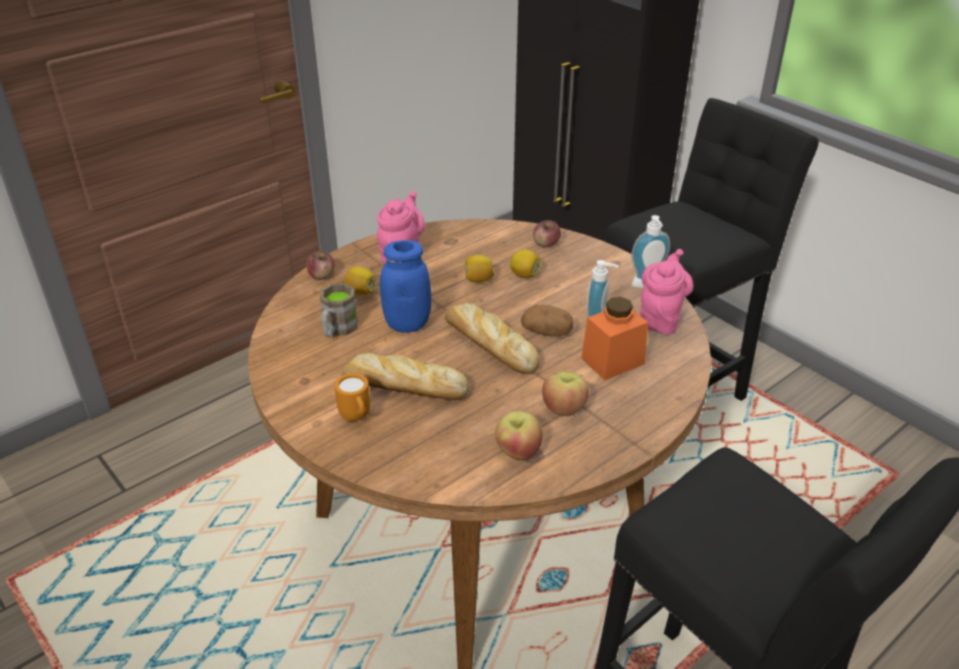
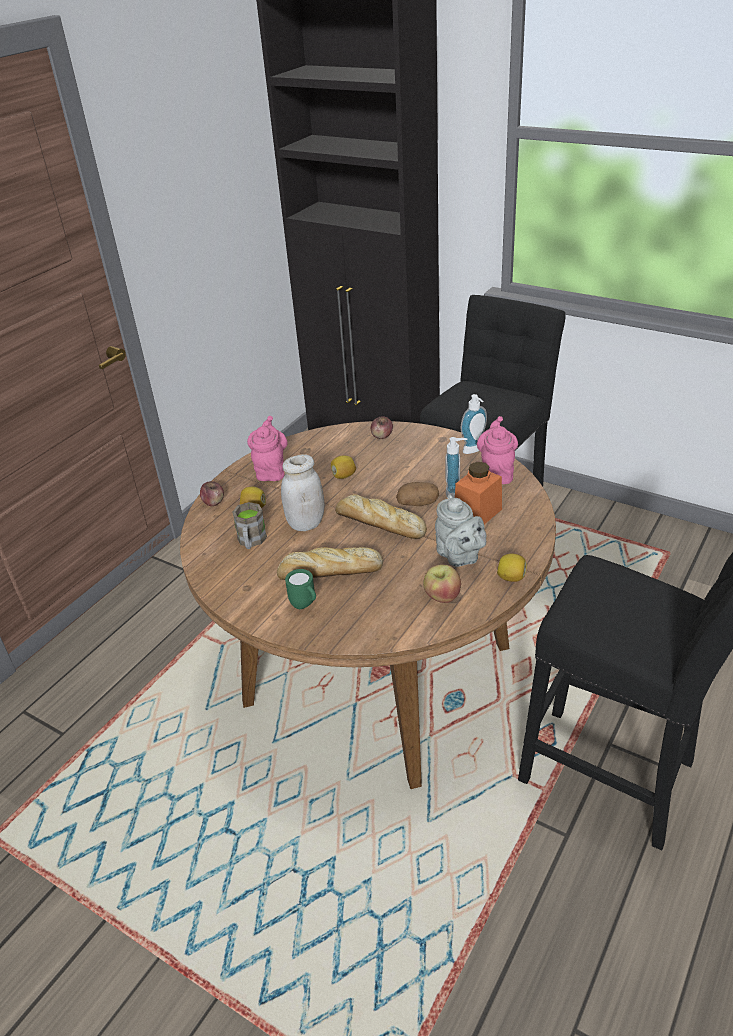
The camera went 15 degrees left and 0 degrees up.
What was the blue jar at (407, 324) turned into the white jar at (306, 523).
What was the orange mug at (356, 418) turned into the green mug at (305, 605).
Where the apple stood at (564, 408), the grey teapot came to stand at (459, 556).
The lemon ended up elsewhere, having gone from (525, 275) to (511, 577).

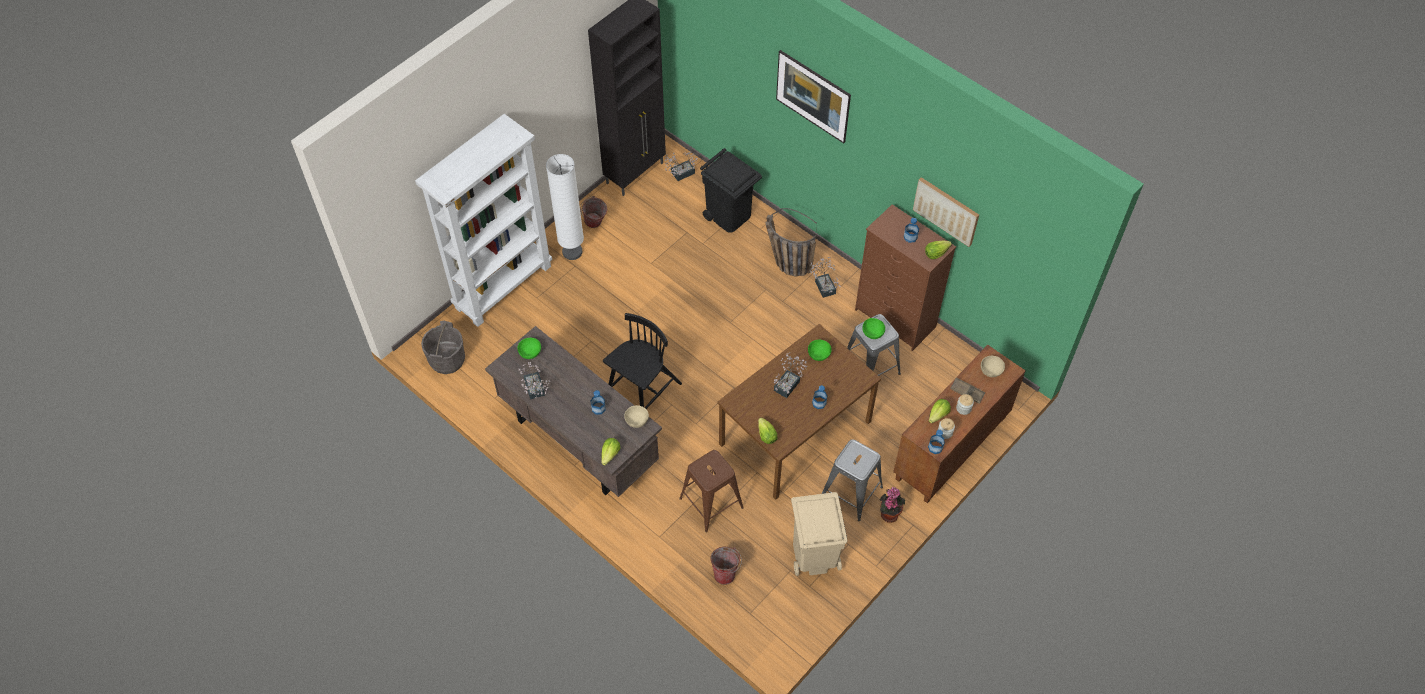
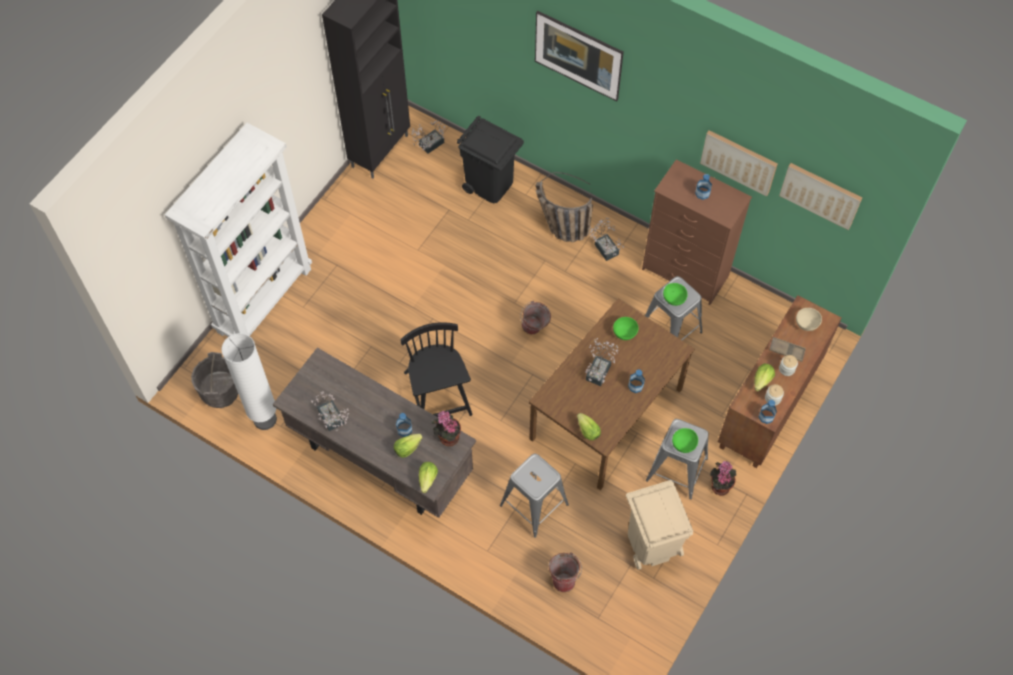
The camera went 10 degrees left and 5 degrees up.
The white floor lamp ended up elsewhere, having gone from (572, 252) to (265, 419).
The lettuce ended up elsewhere, having gone from (936, 253) to (407, 448).
The black chair at (643, 392) ended up facing another way, 45 degrees counterclockwise from before.
Where the beige bowl stood at (636, 421), the potted plant came to stand at (447, 437).
What was the brown stool at (711, 503) turned into the grey stool at (534, 505).
The bucket ended up elsewhere, having gone from (595, 224) to (534, 329).
The green bowl ended up elsewhere, having gone from (531, 353) to (684, 444).
The second view gained the picture at (820, 195).

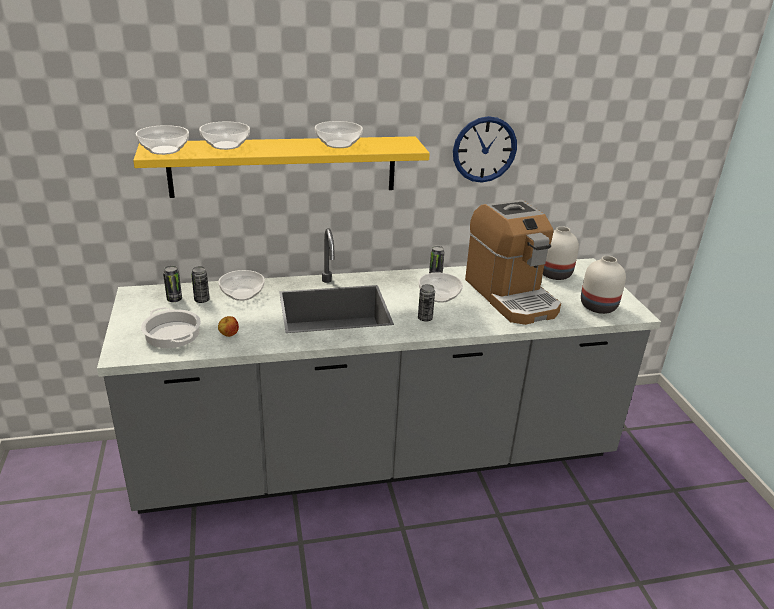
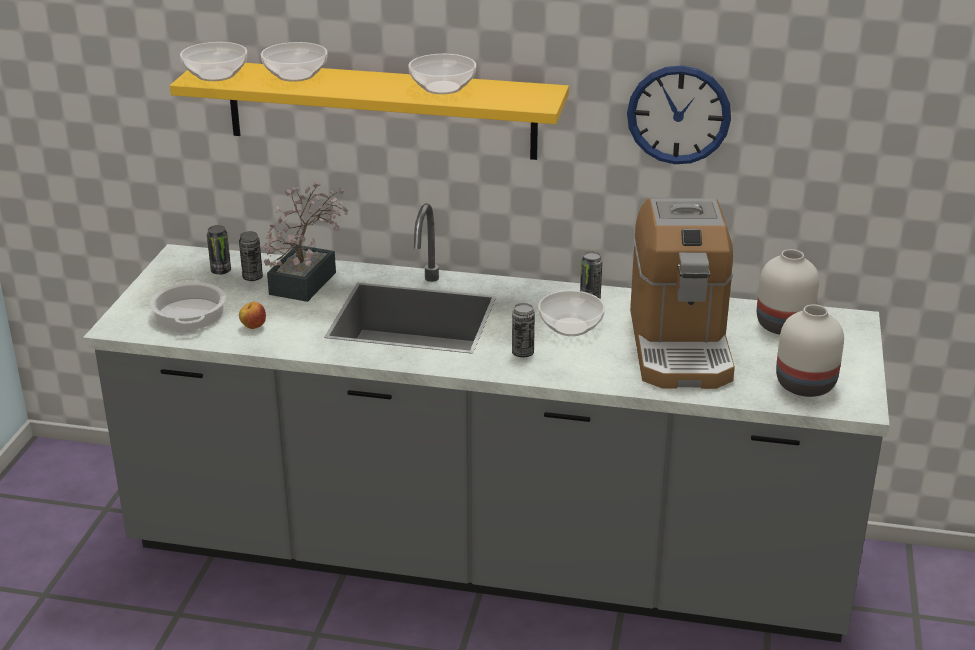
The camera went 25 degrees right and 0 degrees up.
Where the bowl stood at (243, 295), the potted plant came to stand at (308, 279).

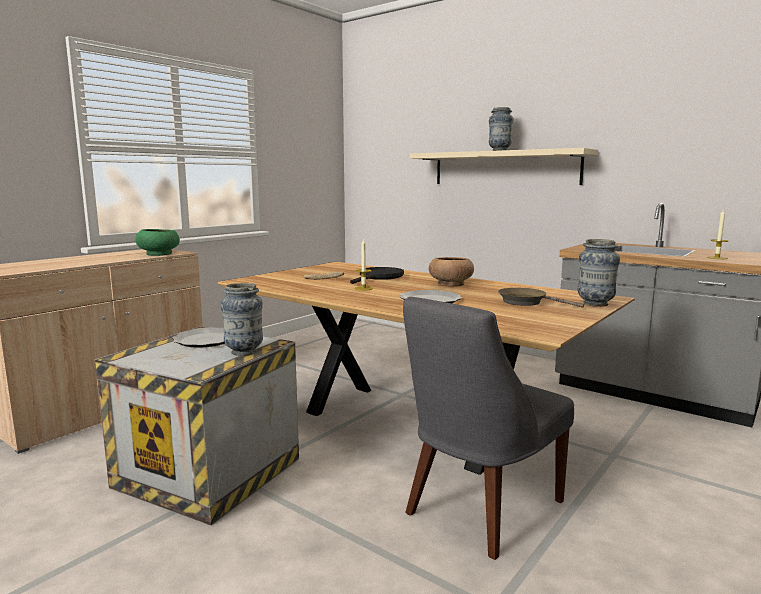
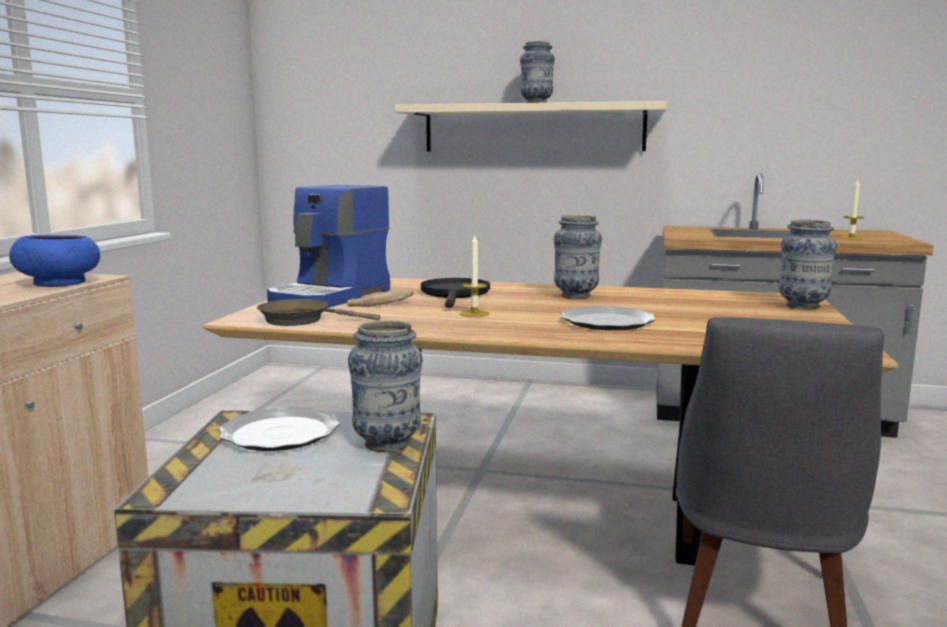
The camera went 25 degrees left and 0 degrees up.
What was the green bowl at (159, 254) turned into the blue bowl at (59, 283).
The brown frying pan ended up elsewhere, having gone from (526, 302) to (300, 320).
The second view gained the coffee machine at (331, 297).
Where the brown bowl stood at (450, 284), the vase came to stand at (576, 296).

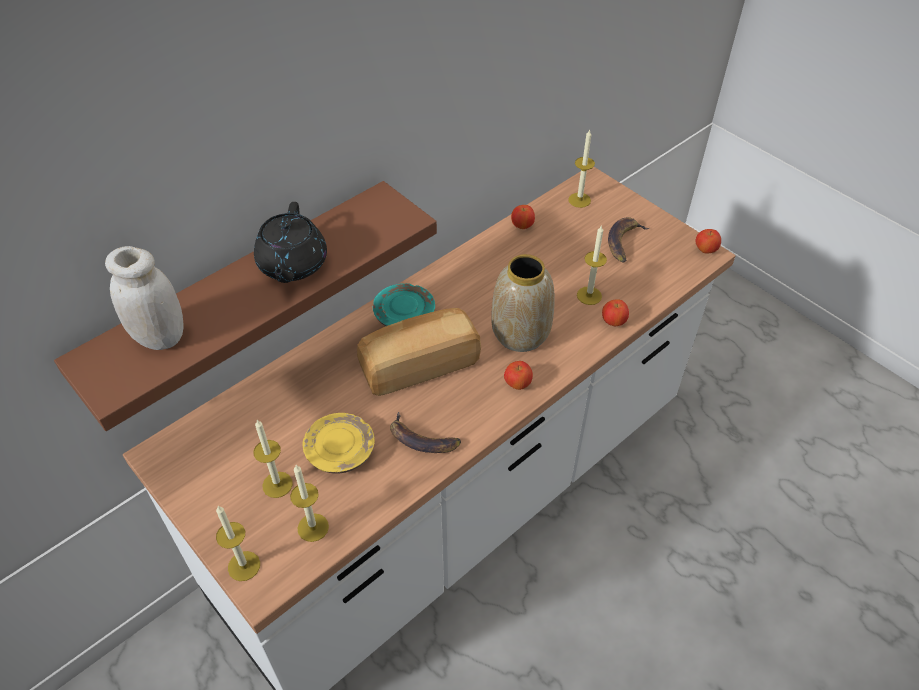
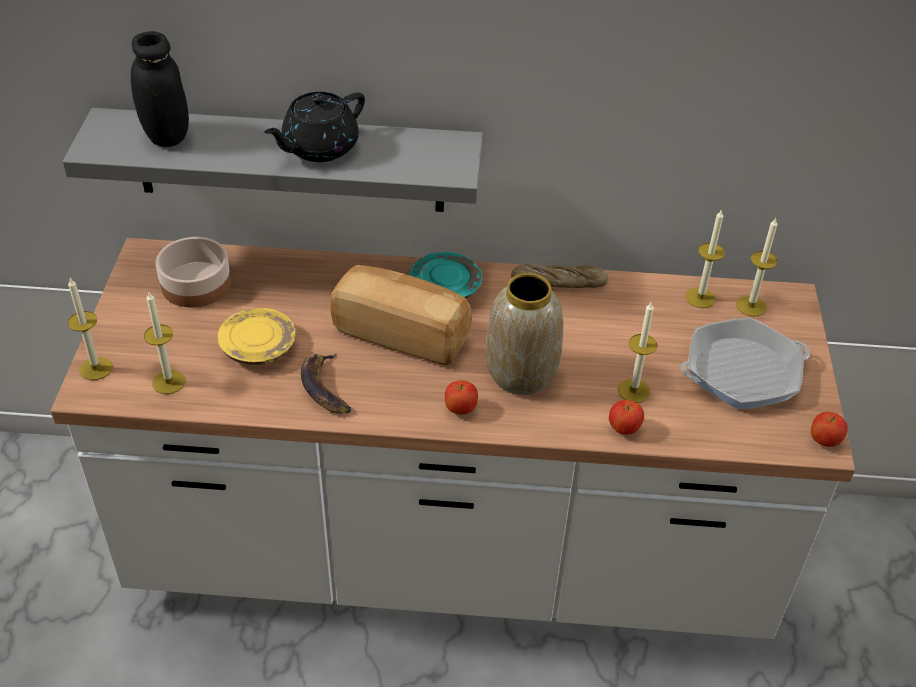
The camera went 45 degrees right and 5 degrees down.
What was the brown shelf at (243, 294) turned into the grey shelf at (290, 160).
What was the white jar at (160, 337) turned into the black jar at (166, 136).
The second view gained the bowl at (196, 285).
The second view gained the bread at (558, 283).
Where the banana stood at (624, 242), the frying pan came to stand at (742, 372).
The candle ended up elsewhere, having gone from (277, 484) to (700, 298).
The second view lost the apple at (522, 226).

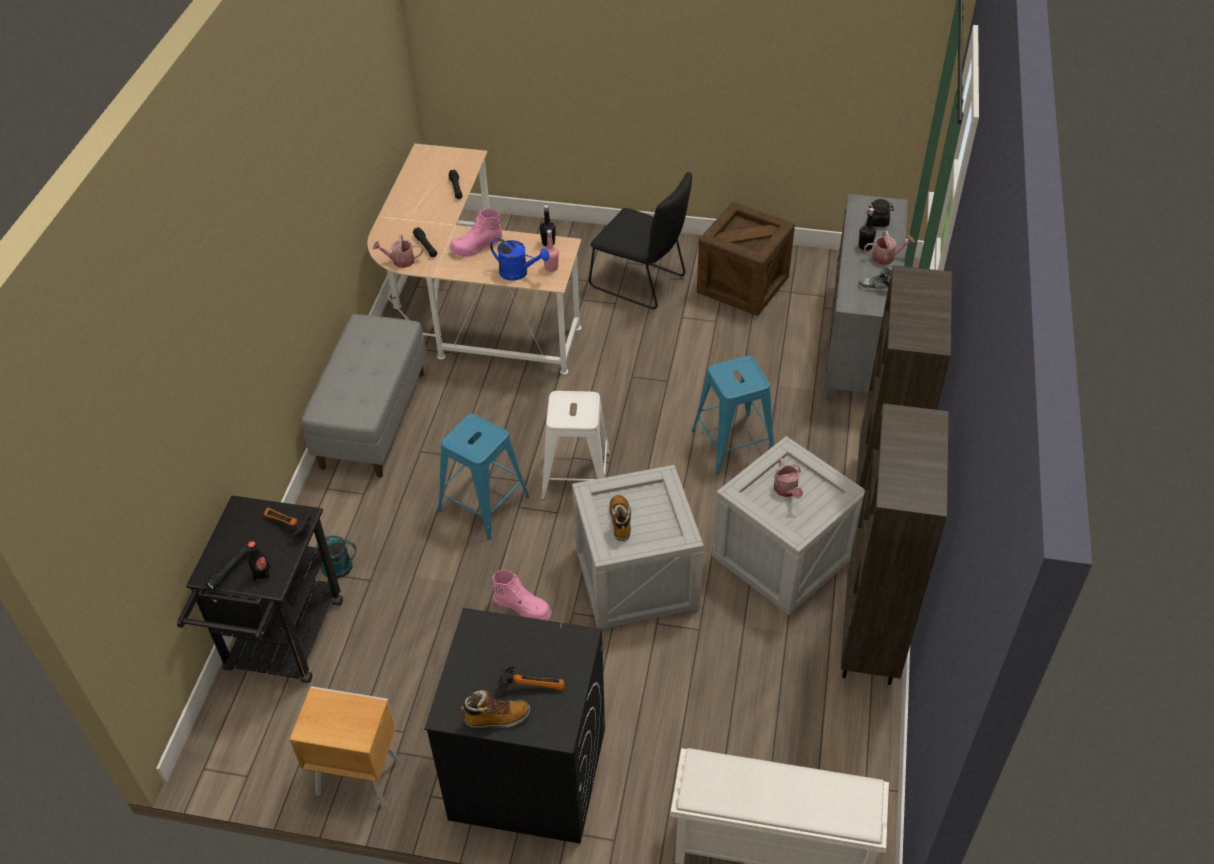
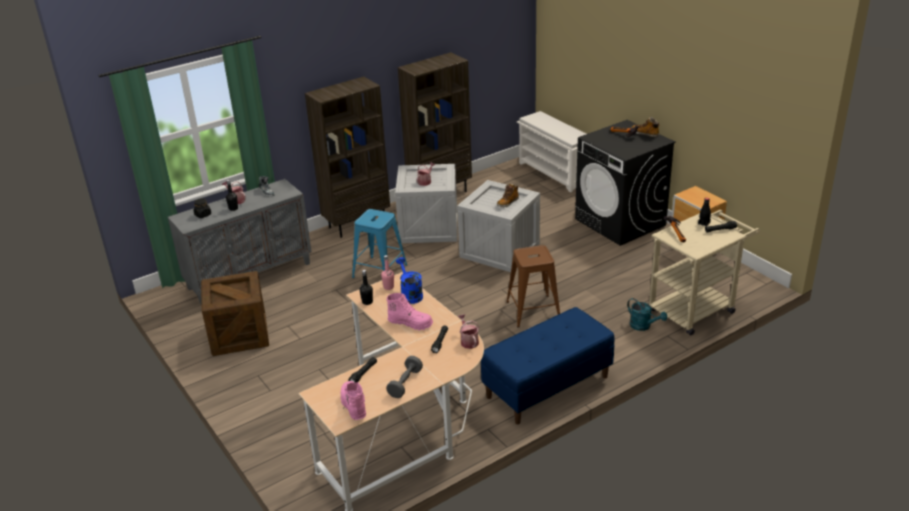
The camera went 135 degrees left and 15 degrees down.
The pink boot ended up elsewhere, having gone from (523, 607) to (353, 405).
The second view gained the grey dumbbell at (405, 383).
The watering can at (400, 261) ended up facing another way, 150 degrees counterclockwise from before.
What was the grey bench at (373, 419) turned into the blue bench at (547, 387).
What was the blue stool at (483, 504) turned into the brown stool at (533, 311).
What was the black cart at (281, 644) turned into the beige cart at (696, 308).
The second view lost the white stool at (576, 475).
The second view lost the black chair at (641, 283).

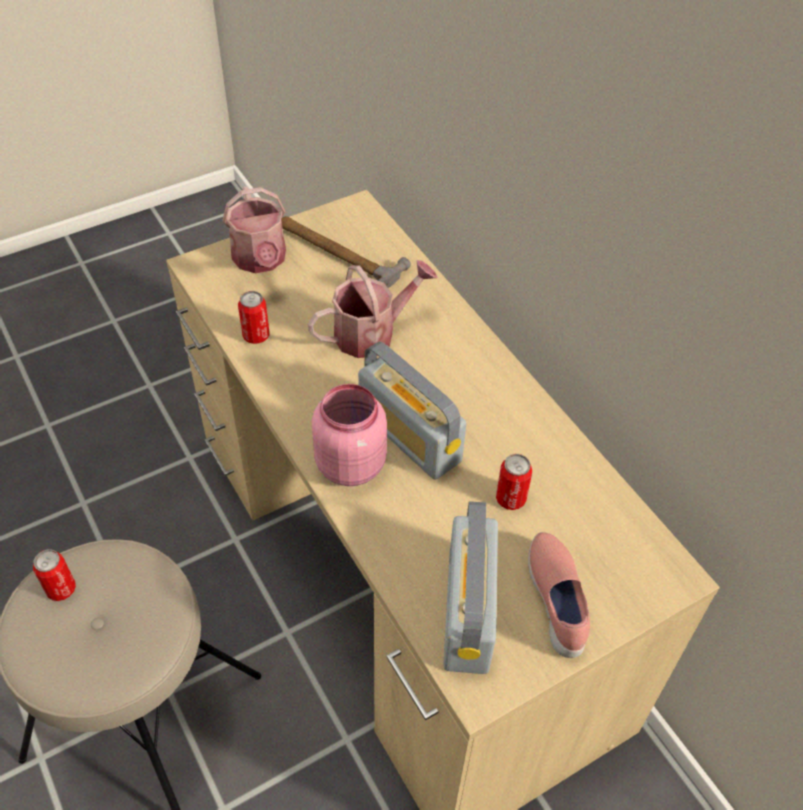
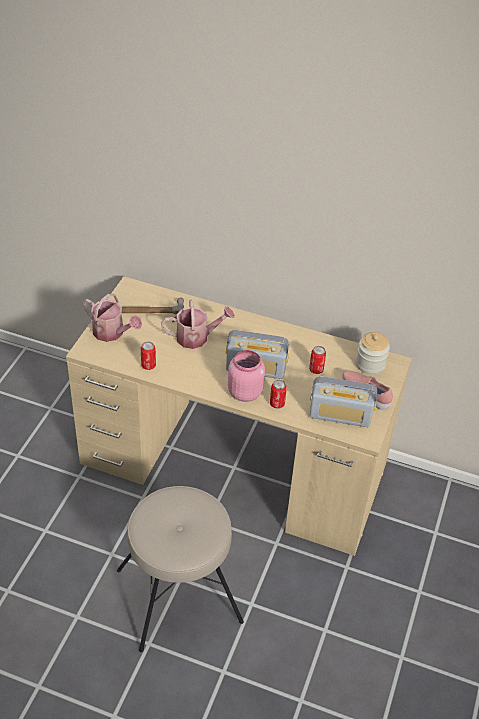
The camera went 40 degrees left and 5 degrees down.
The watering can at (372, 333) ended up facing another way, 60 degrees clockwise from before.
The can ended up elsewhere, having gone from (61, 589) to (277, 404).
The radio at (468, 611) ended up facing another way, 45 degrees counterclockwise from before.
The second view gained the jar at (370, 364).

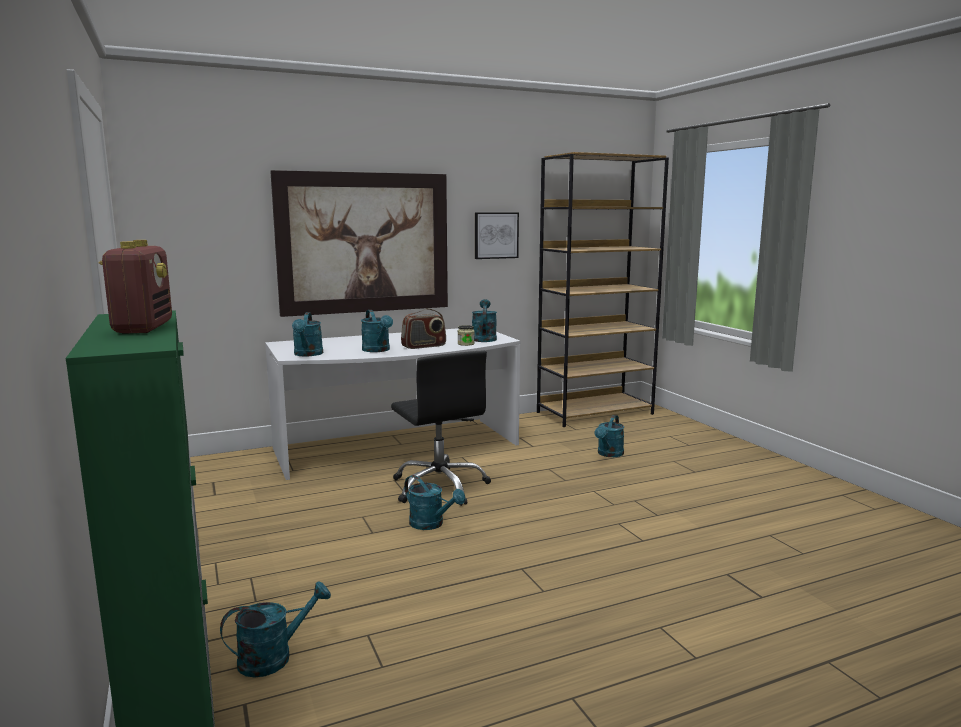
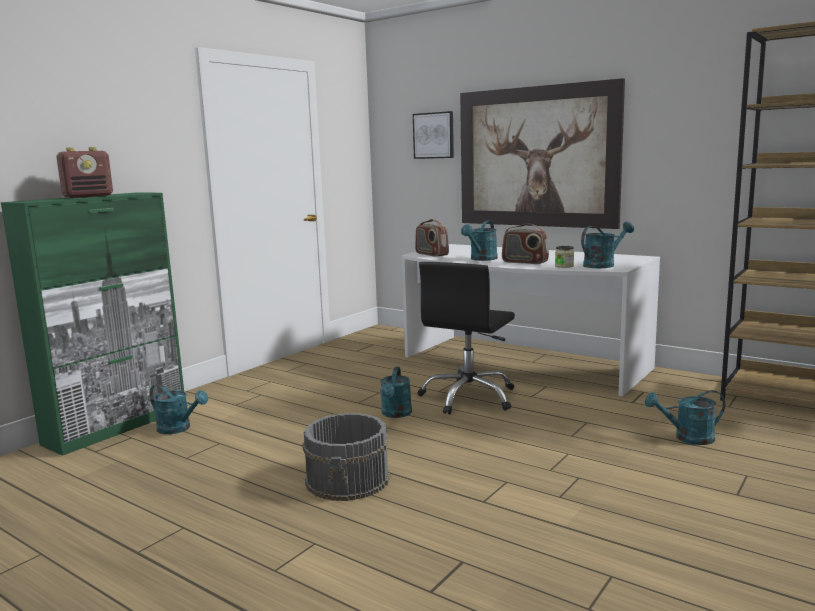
The camera went 60 degrees right and 0 degrees up.
The second view gained the grey bucket at (349, 479).
The picture ended up elsewhere, having gone from (496, 235) to (434, 135).
Where the turquoise watering can stood at (307, 354), the radio came to stand at (431, 254).

